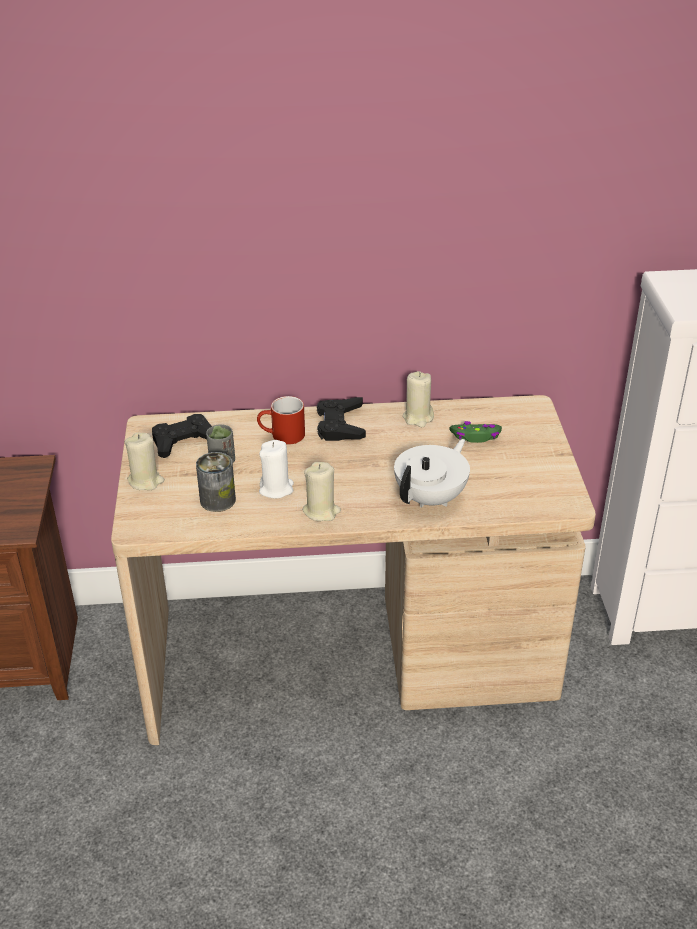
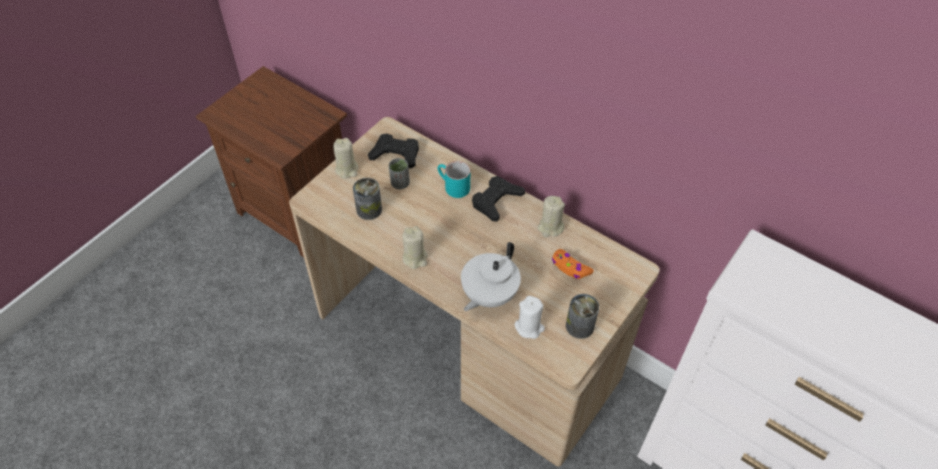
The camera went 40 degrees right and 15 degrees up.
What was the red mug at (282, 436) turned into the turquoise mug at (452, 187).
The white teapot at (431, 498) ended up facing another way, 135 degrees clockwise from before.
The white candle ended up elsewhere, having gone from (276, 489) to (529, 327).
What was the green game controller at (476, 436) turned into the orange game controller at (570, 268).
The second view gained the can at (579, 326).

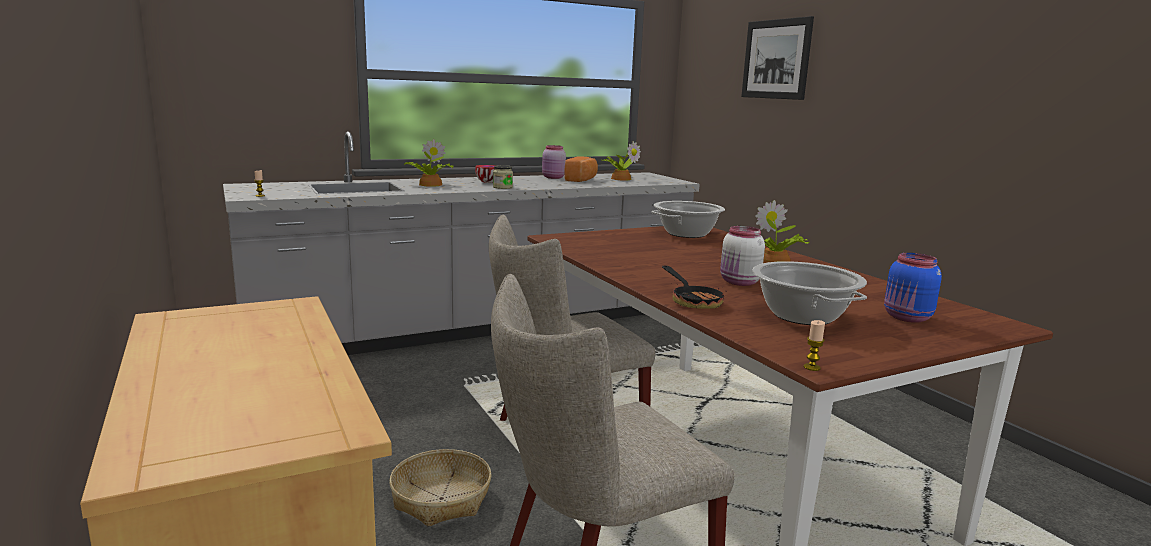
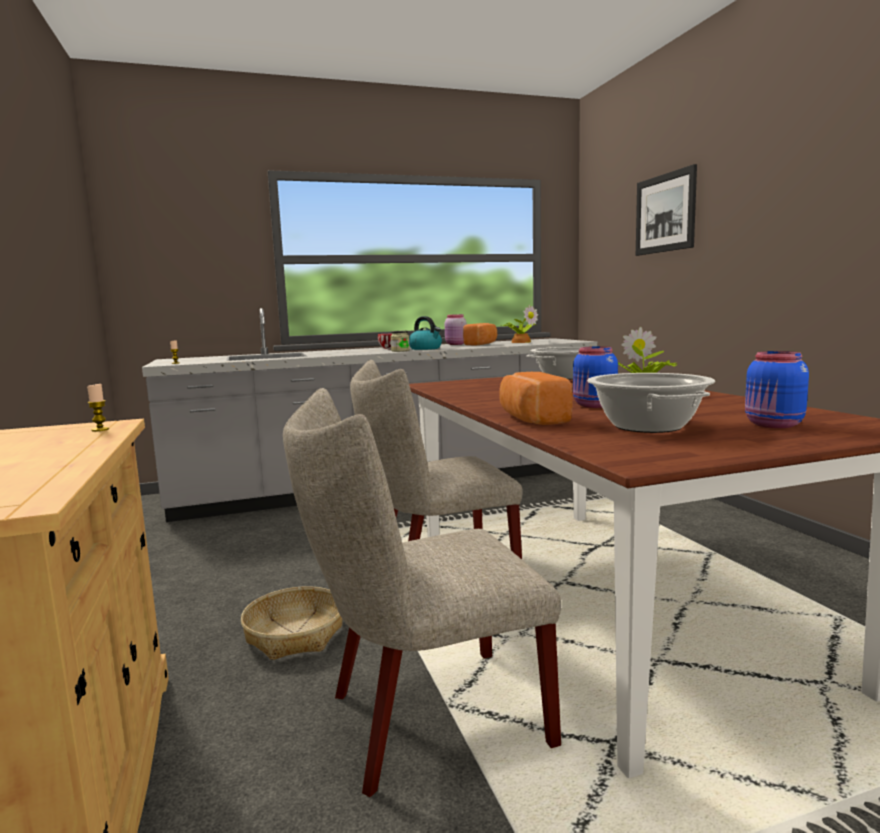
The camera went 10 degrees right and 5 degrees down.
The candle ended up elsewhere, having gone from (811, 367) to (100, 430).
The second view gained the kettle at (426, 348).
Where the frying pan stood at (693, 301), the bread came to stand at (531, 419).
What was the white jar at (739, 282) turned into the blue jar at (594, 406).
The second view lost the potted plant at (429, 184).

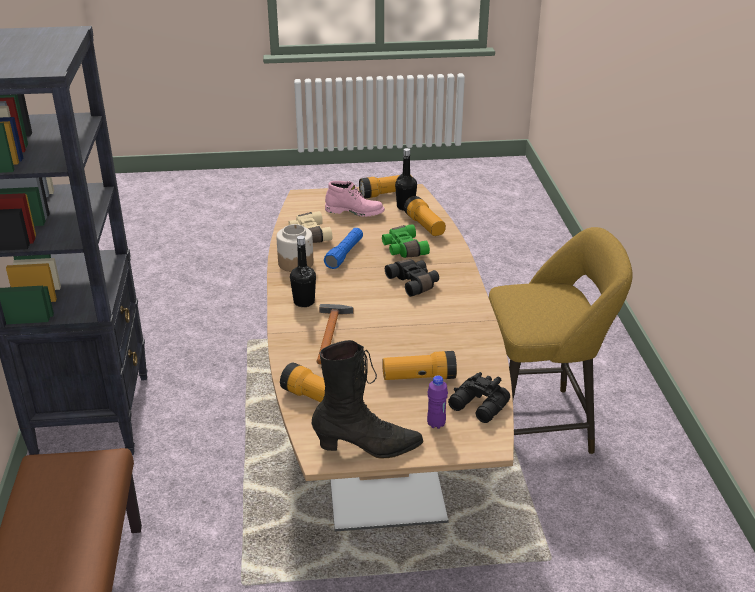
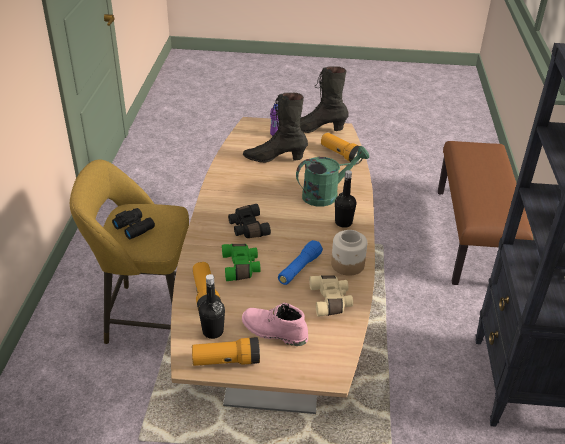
The camera went 170 degrees left and 5 degrees up.
The black binoculars ended up elsewhere, having gone from (479, 407) to (134, 227).
Where the flashlight stood at (419, 377), the black boot came to stand at (274, 158).
Where the hammer stood at (330, 333), the green watering can came to stand at (326, 194).

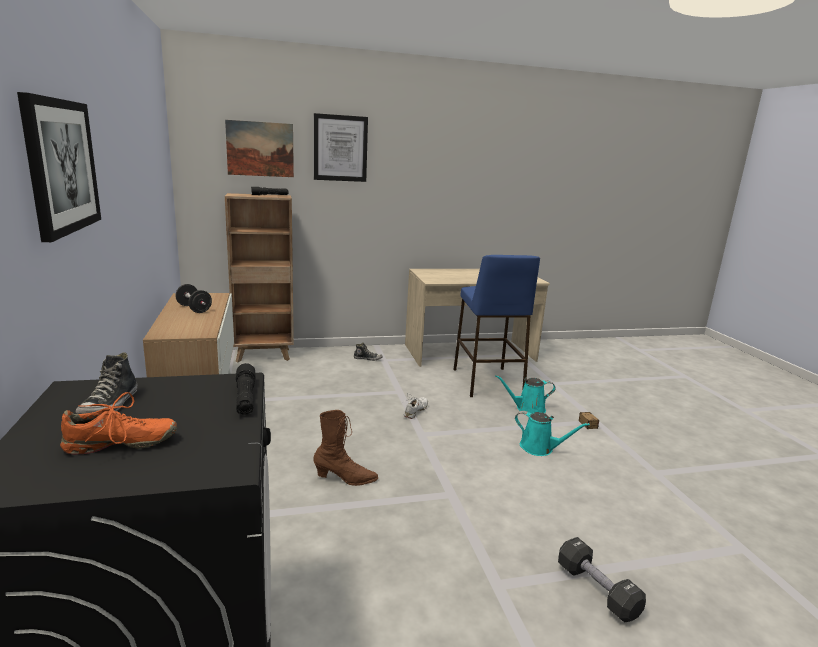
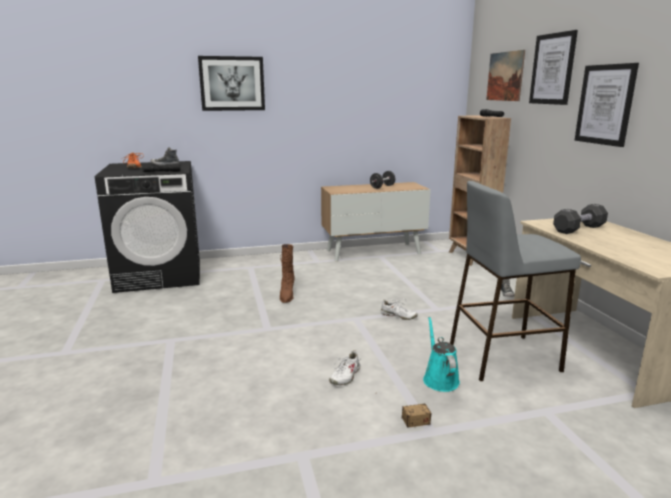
The camera went 90 degrees right and 0 degrees up.
Where the turquoise watering can stood at (539, 448), the white shoe came to stand at (345, 376).
What was the blue stool at (487, 382) turned into the grey stool at (502, 357).
The black dumbbell ended up elsewhere, having gone from (596, 590) to (579, 229).
The second view gained the picture at (605, 104).

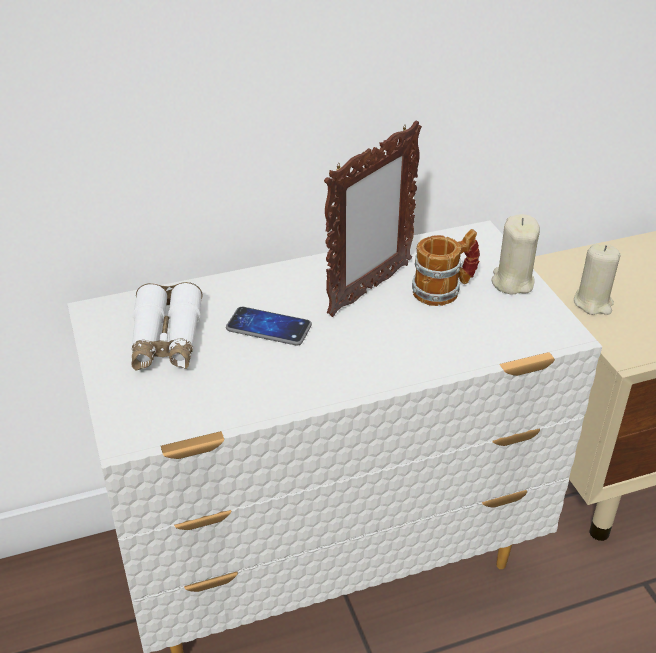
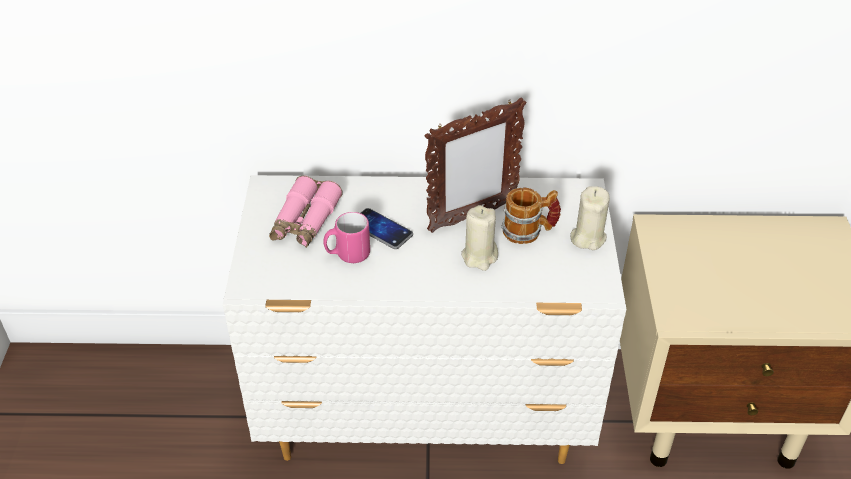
The camera went 20 degrees right and 5 degrees up.
What was the white binoculars at (166, 340) turned into the pink binoculars at (305, 221).
The second view gained the pink mug at (347, 255).
The beige candle ended up elsewhere, having gone from (593, 303) to (479, 256).

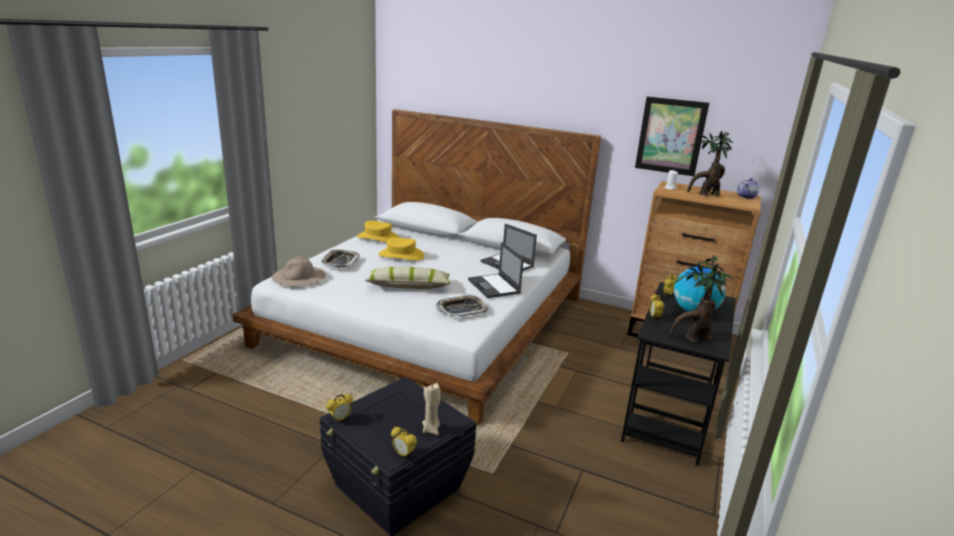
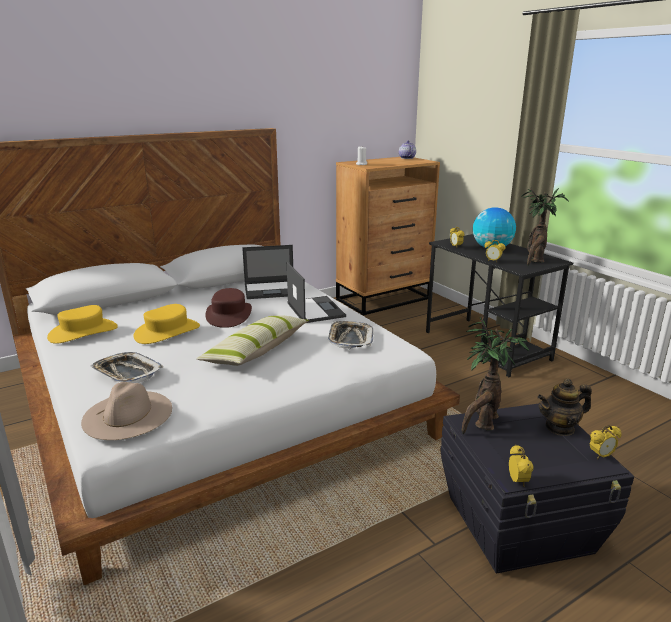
The camera went 55 degrees left and 0 degrees up.
The second view gained the brown hat at (229, 315).
The laptop at (494, 286) ended up facing another way, 120 degrees counterclockwise from before.
The potted plant ended up elsewhere, having gone from (705, 194) to (482, 424).
Where the beige candle stood at (431, 429), the teapot came to stand at (560, 427).
The second view lost the picture at (670, 136).

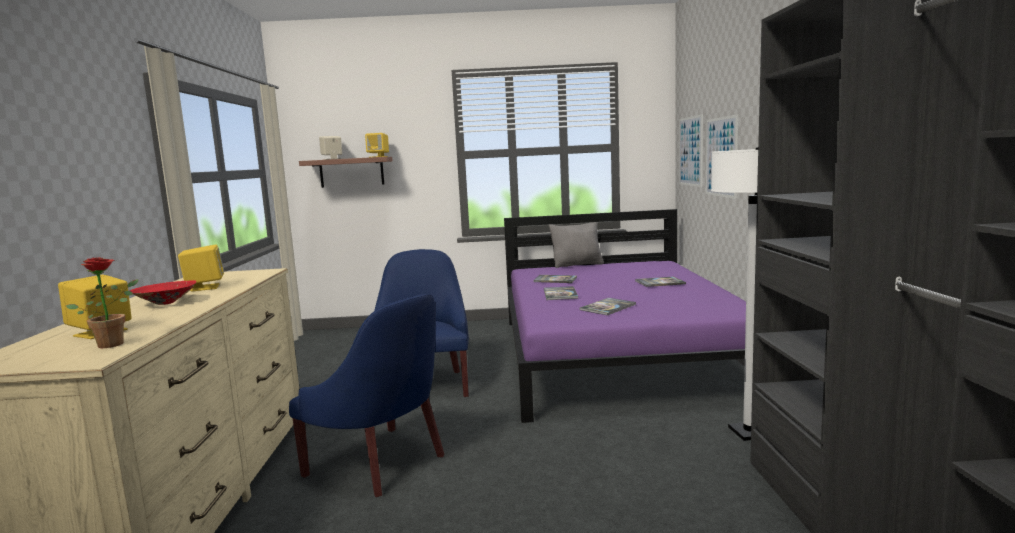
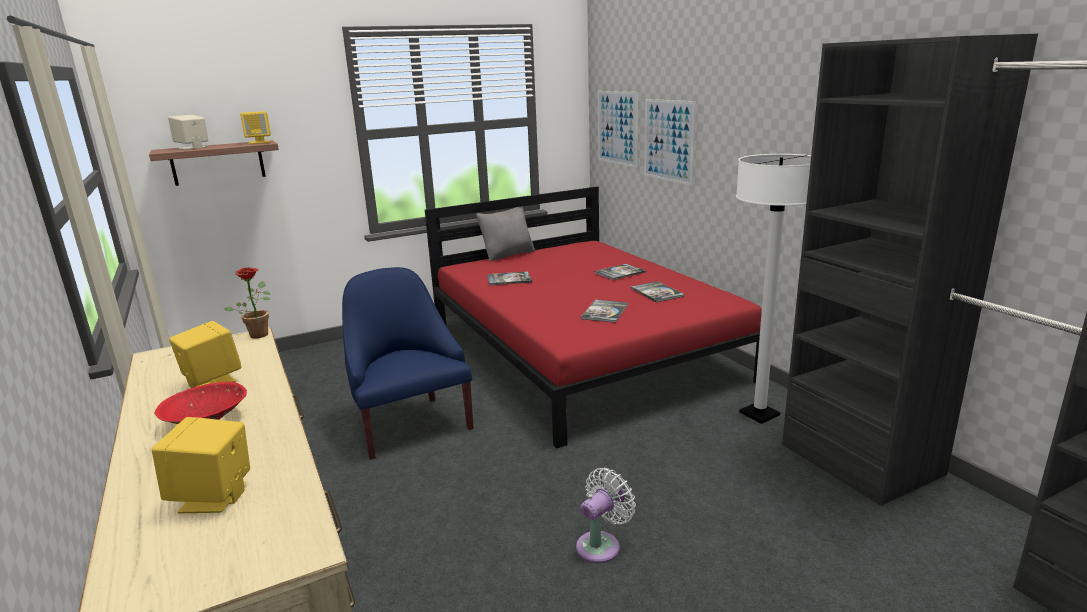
The camera went 25 degrees left and 10 degrees up.
The potted plant ended up elsewhere, having gone from (114, 343) to (259, 333).
What was the purple bed at (617, 356) turned into the red bed at (582, 351).
The second view gained the white fan at (601, 545).
The book ended up elsewhere, having gone from (560, 294) to (657, 292).
The second view lost the blue armchair at (381, 463).

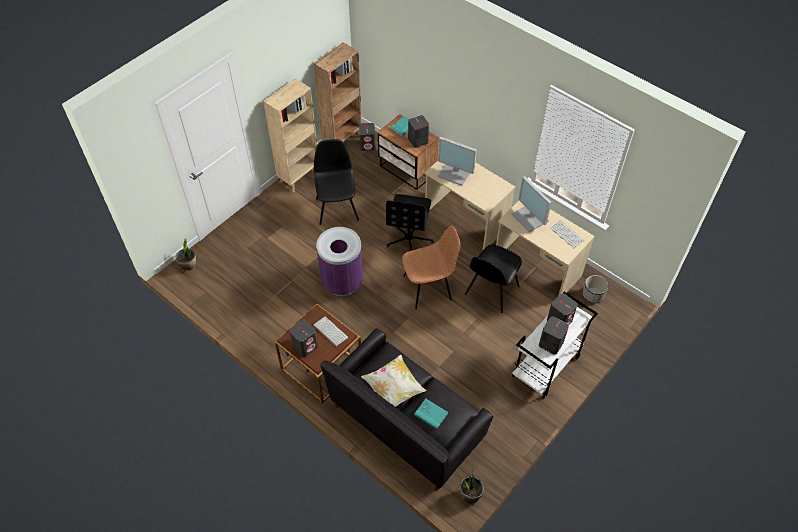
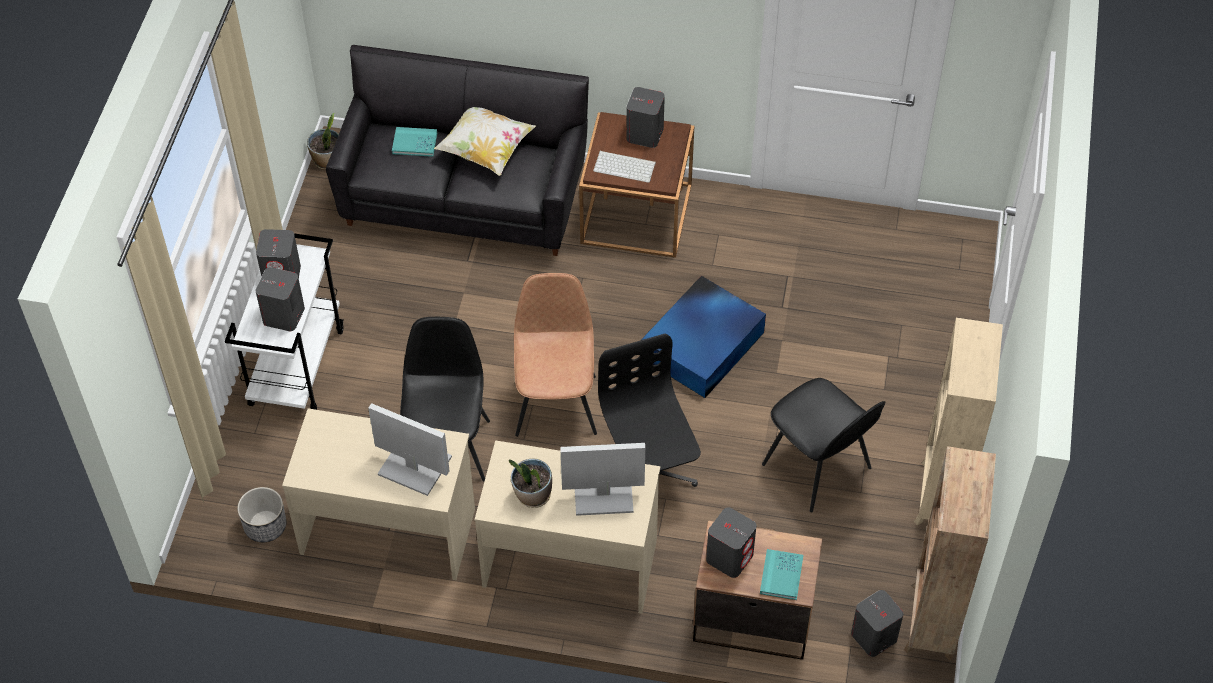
The camera went 150 degrees right and 0 degrees up.
The potted plant ended up elsewhere, having gone from (188, 265) to (533, 495).
The brown chair at (428, 287) ended up facing another way, 135 degrees clockwise from before.
Where the purple trash can stood at (342, 282), the blue storage box came to stand at (704, 344).
The second view lost the keyboard at (567, 234).

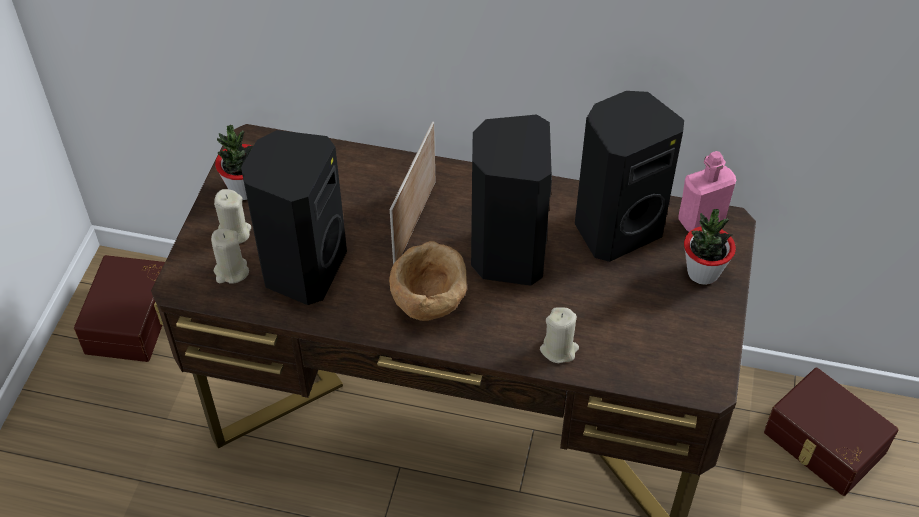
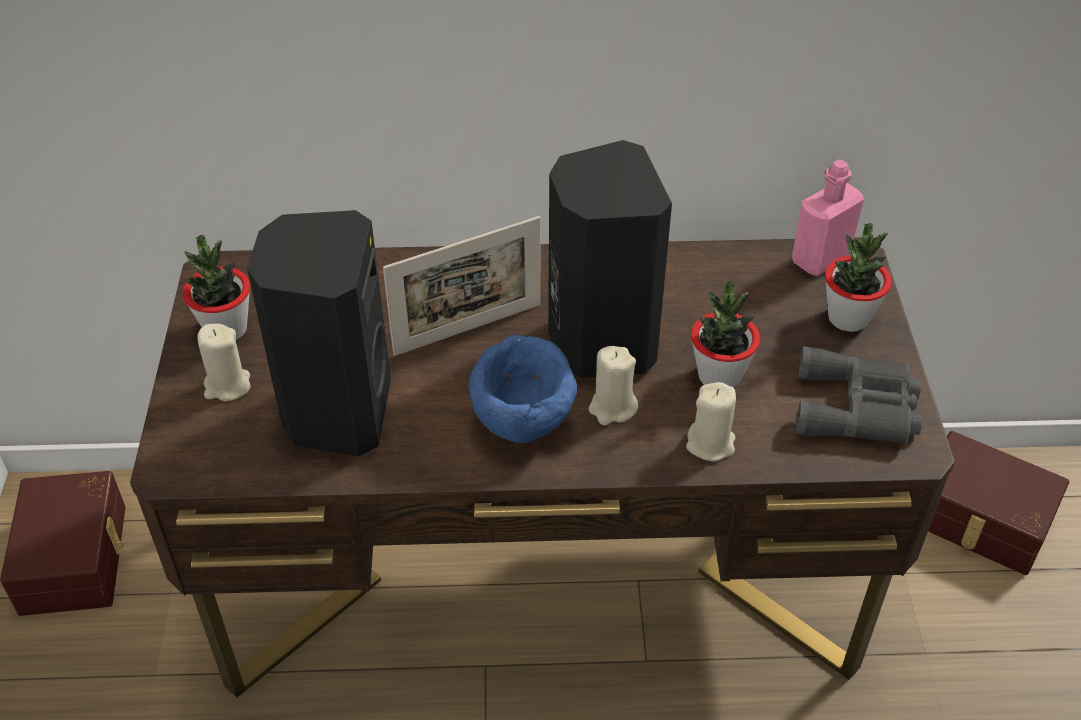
The camera went 15 degrees left and 5 degrees down.
The picture frame at (415, 224) ended up facing another way, 120 degrees counterclockwise from before.
What was the brown bowl at (430, 305) turned into the blue bowl at (523, 424).
The beige candle ended up elsewhere, having gone from (231, 271) to (612, 408).
The second view gained the potted plant at (719, 377).
The second view gained the grey binoculars at (859, 408).
The second view lost the black speaker at (616, 228).

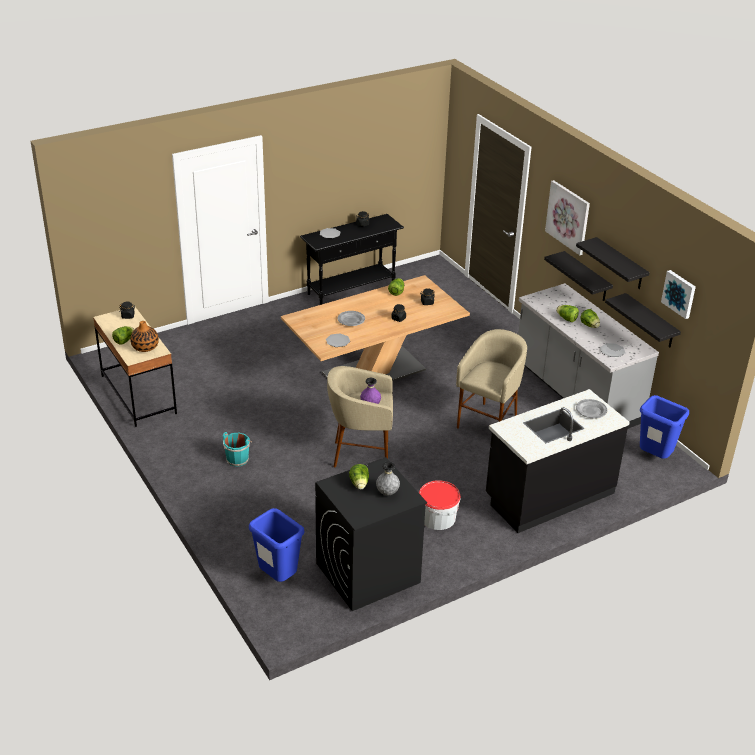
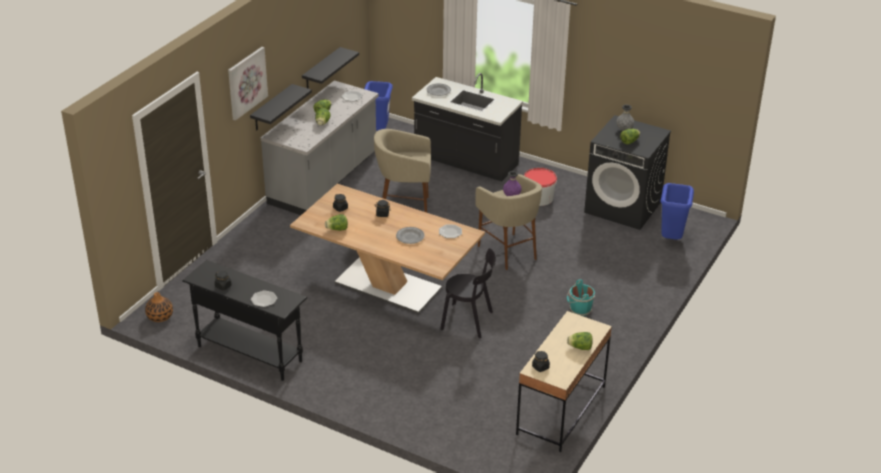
The camera went 120 degrees left and 0 degrees up.
The vase ended up elsewhere, having gone from (145, 347) to (160, 316).
The second view gained the black chair at (469, 321).
The second view lost the black shelf at (620, 264).
The second view lost the picture at (679, 293).

